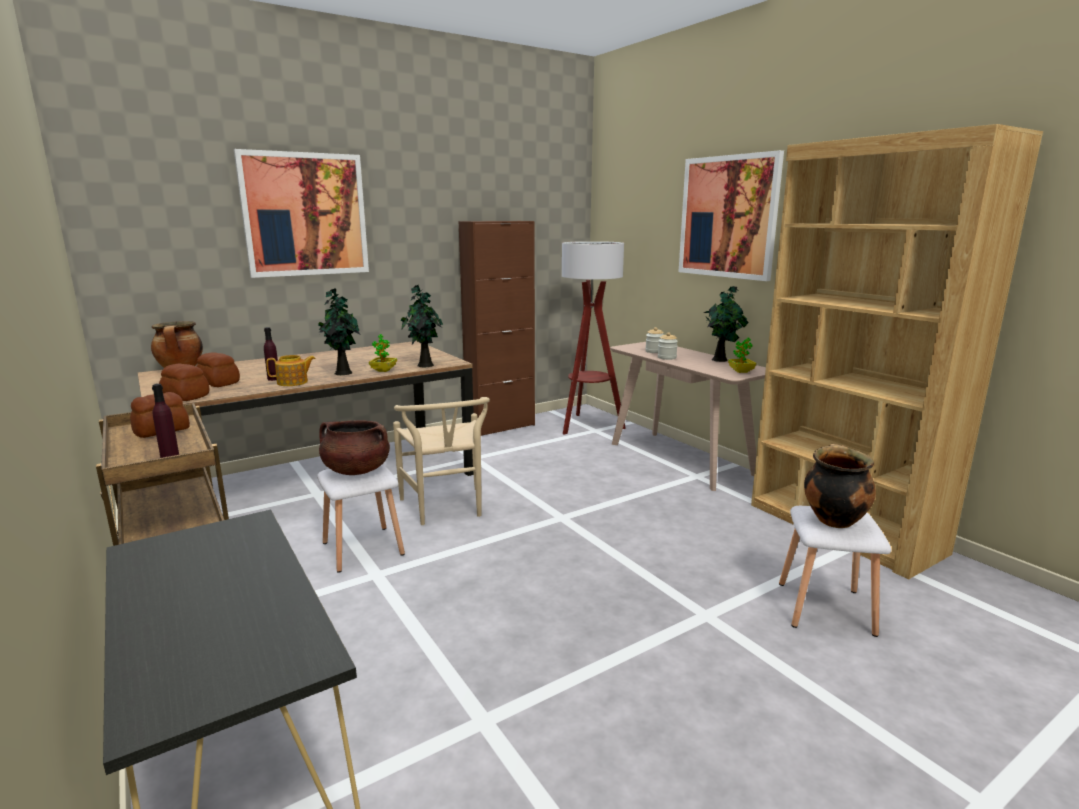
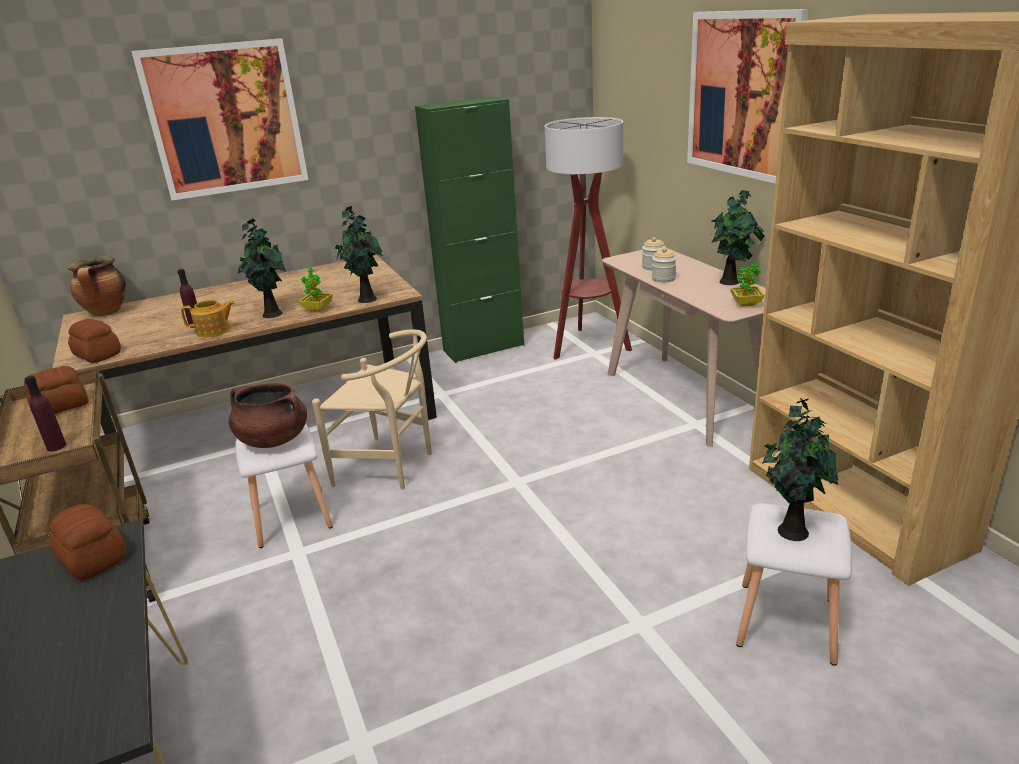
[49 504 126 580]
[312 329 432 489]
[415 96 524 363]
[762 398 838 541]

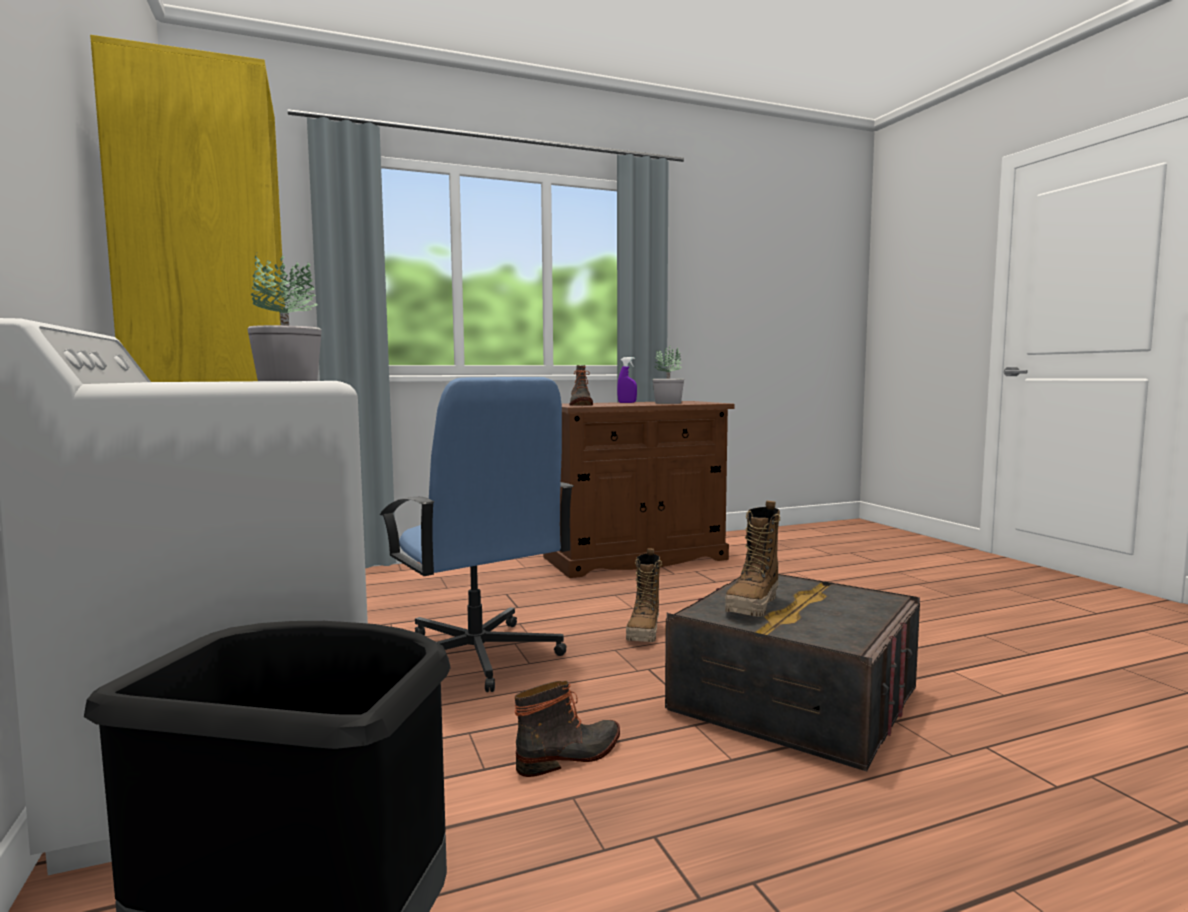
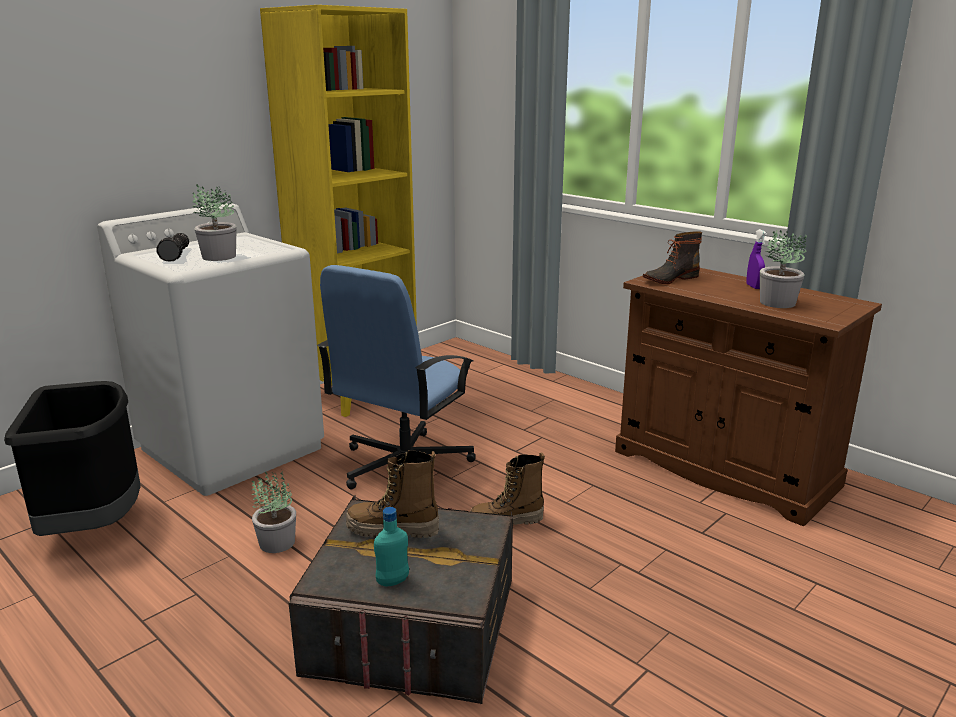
[252 469 296 553]
[156 233 189 261]
[374 507 409 586]

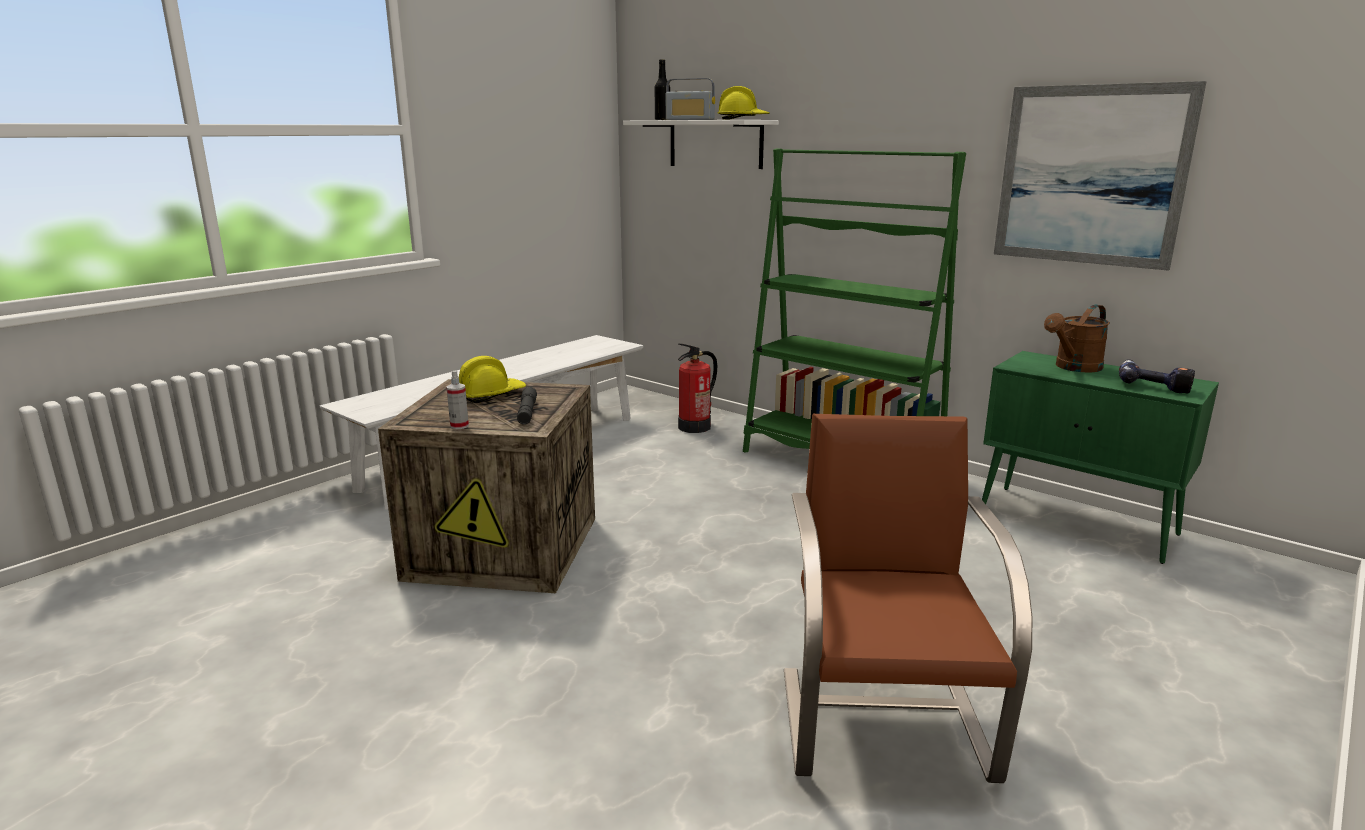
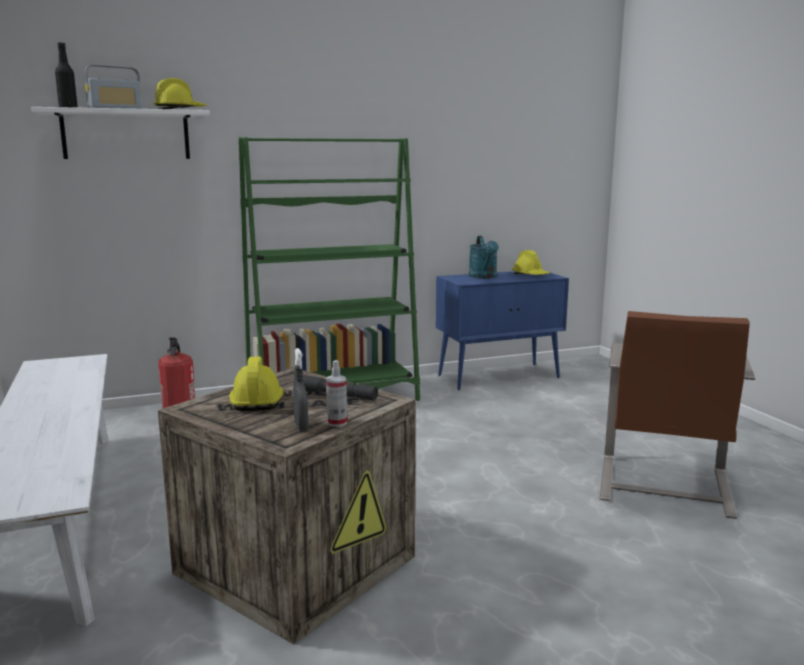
[600 311 756 519]
[436 271 569 390]
[994 81 1207 271] (first image)
[469 236 499 279]
[512 250 550 275]
[293 348 308 431]

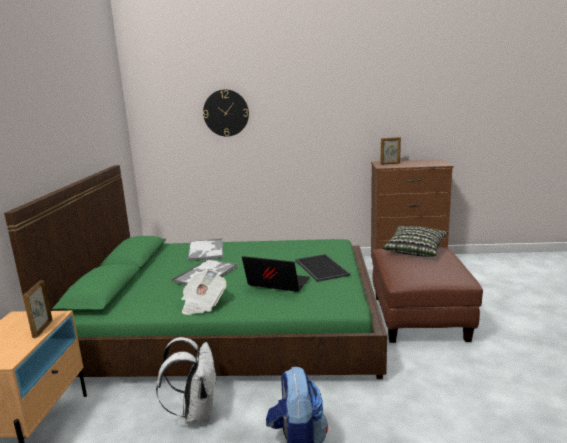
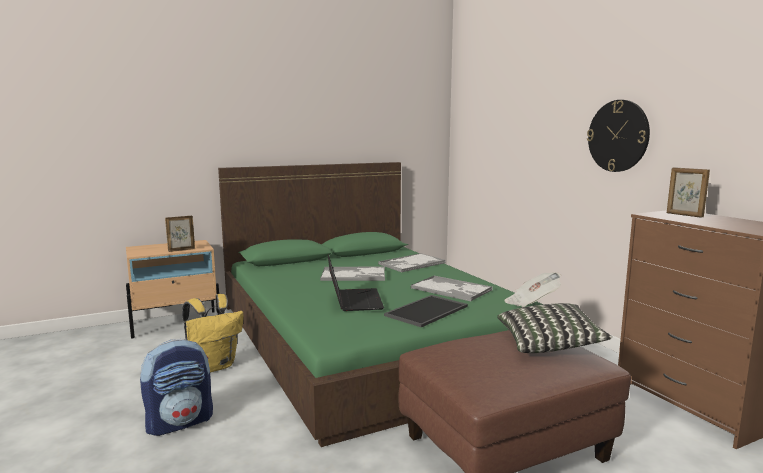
[182 294 243 373]
[504 272 562 307]
[587 100 650 172]
[411 275 493 301]

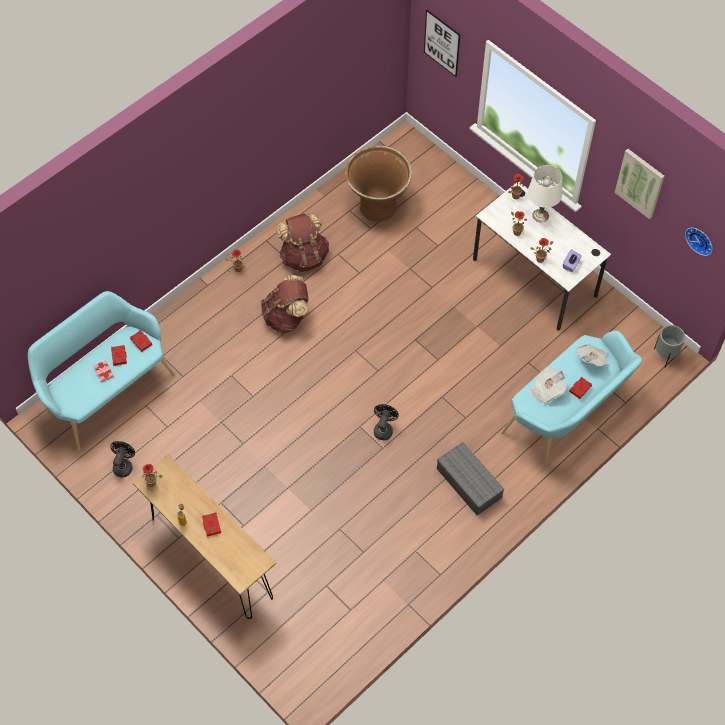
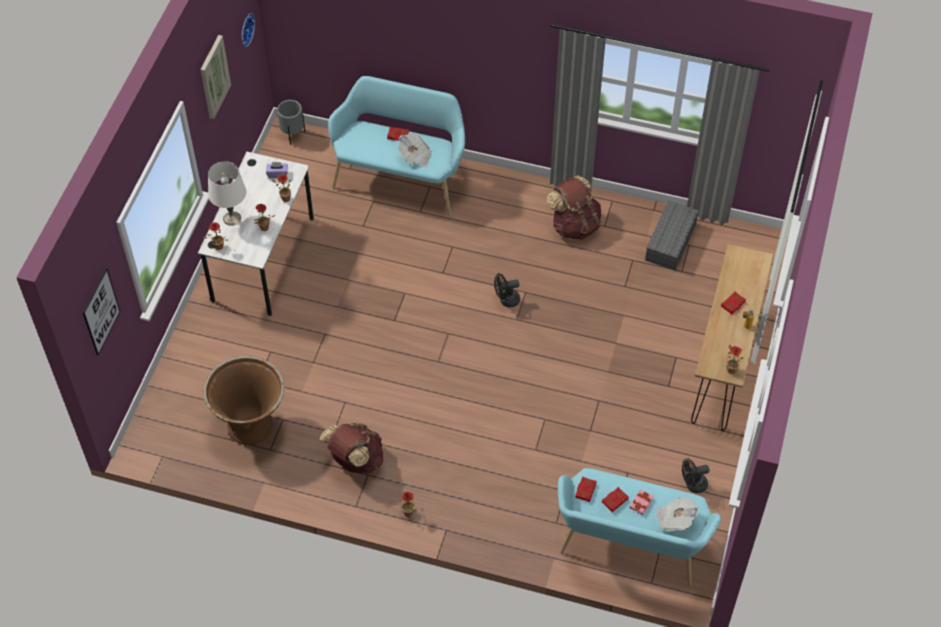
[547 175 601 240]
[645 200 699 270]
[656 497 699 531]

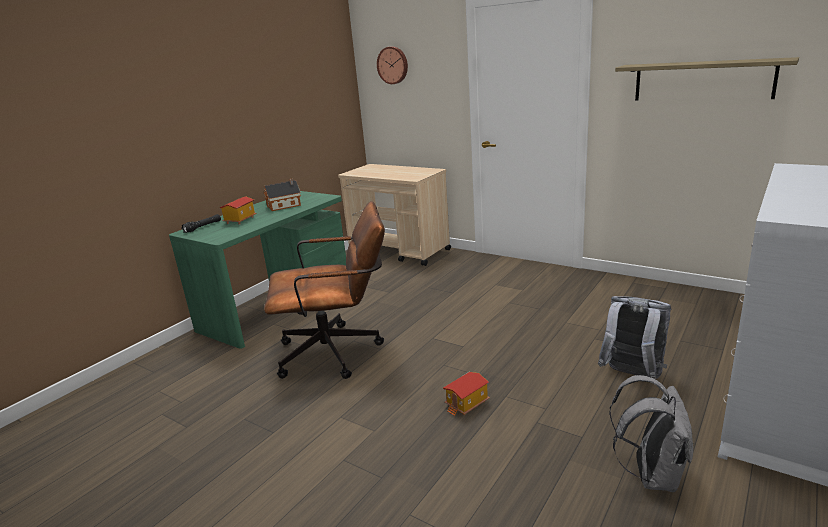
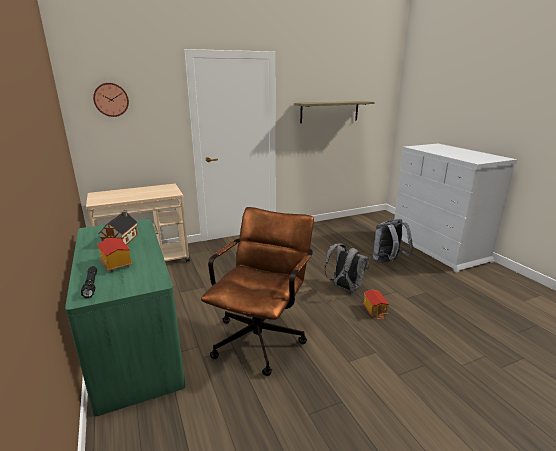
[324 243 369 291]

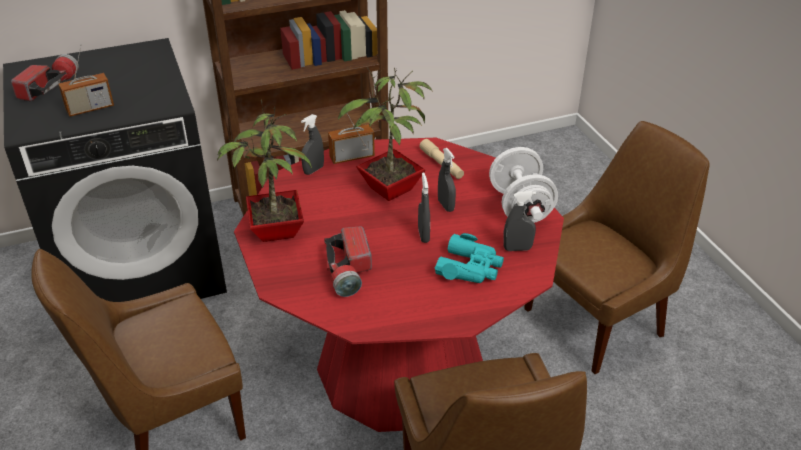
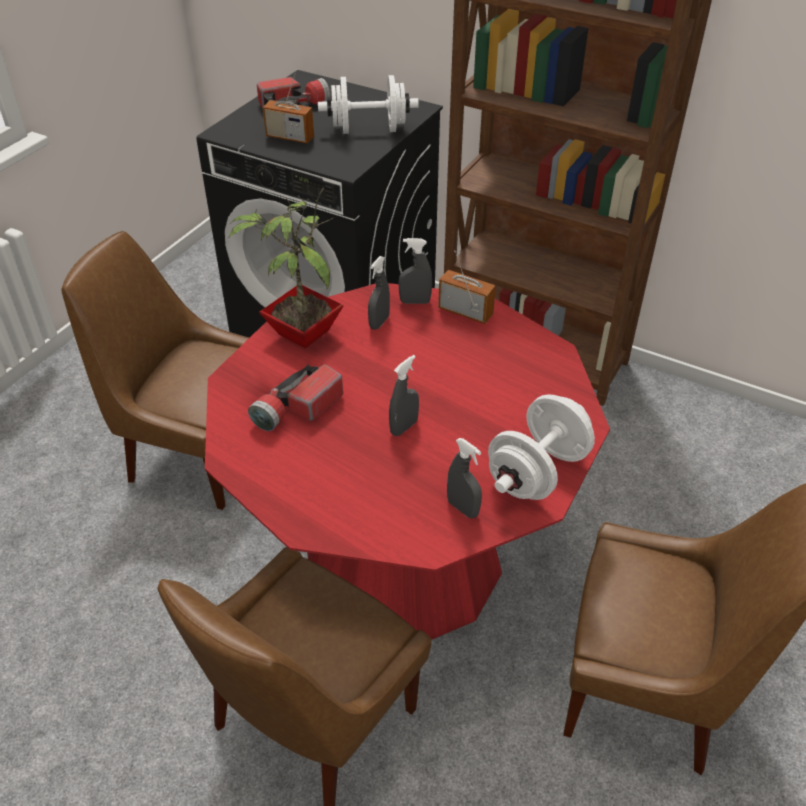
[338 67 433 201] (first image)
[420 139 464 179] (first image)
[435 233 504 283] (first image)
[368 256 390 330]
[318 75 419 134]

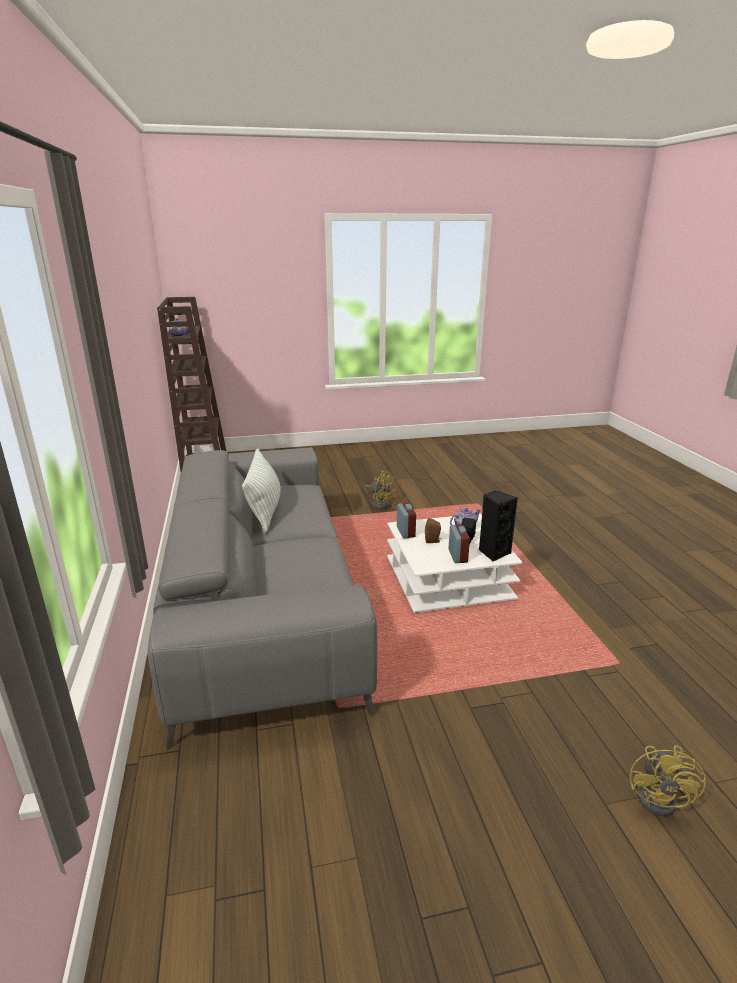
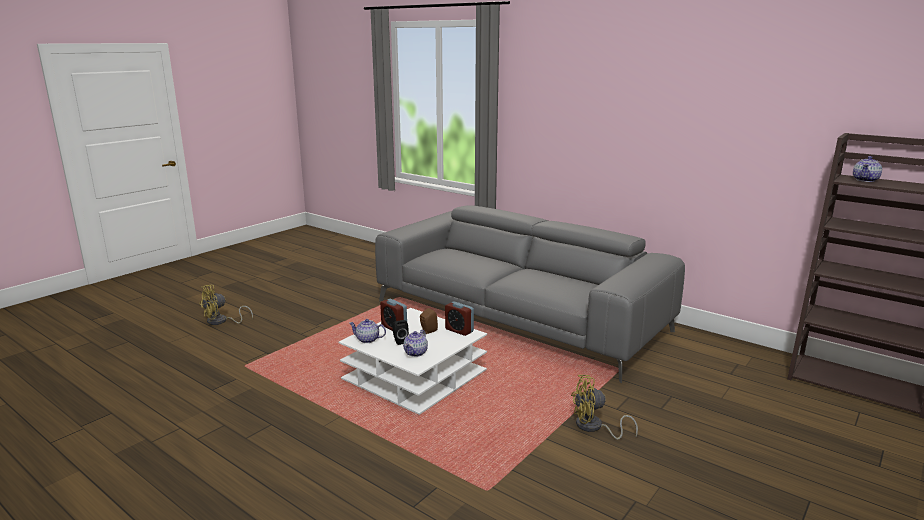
[242 448 281 533] (first image)
[349 319 386 343]
[199 285 253 325]

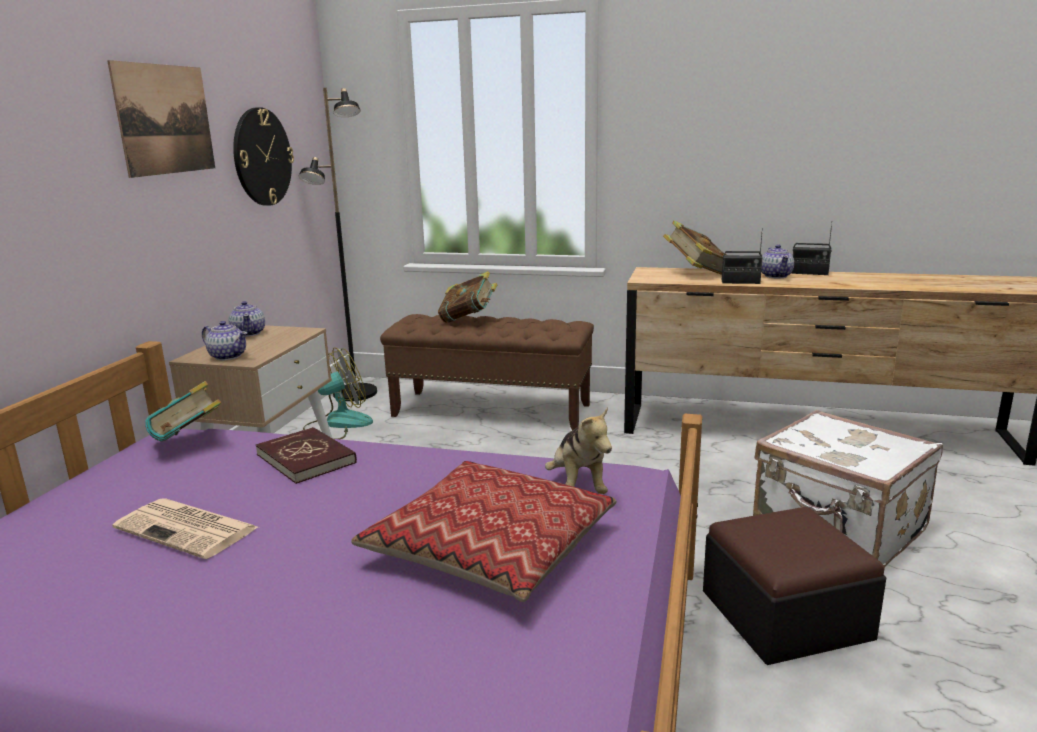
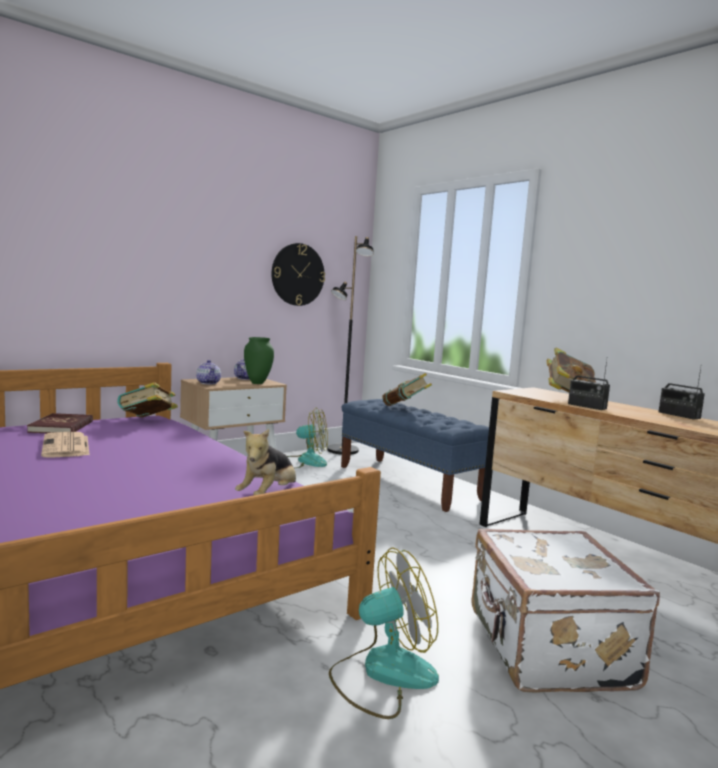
[107 60 215 178] (first image)
[27 413 93 433]
[351 461 616 602] (first image)
[341 399 489 512]
[329 547 439 719]
[761 244 794 279] (first image)
[244 337 274 384]

